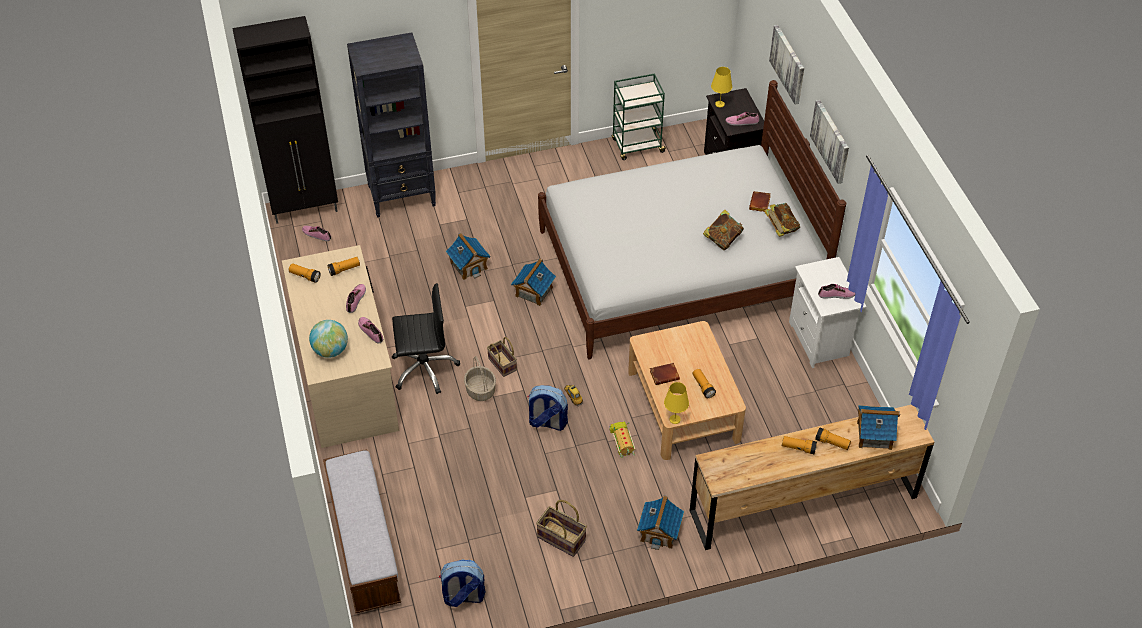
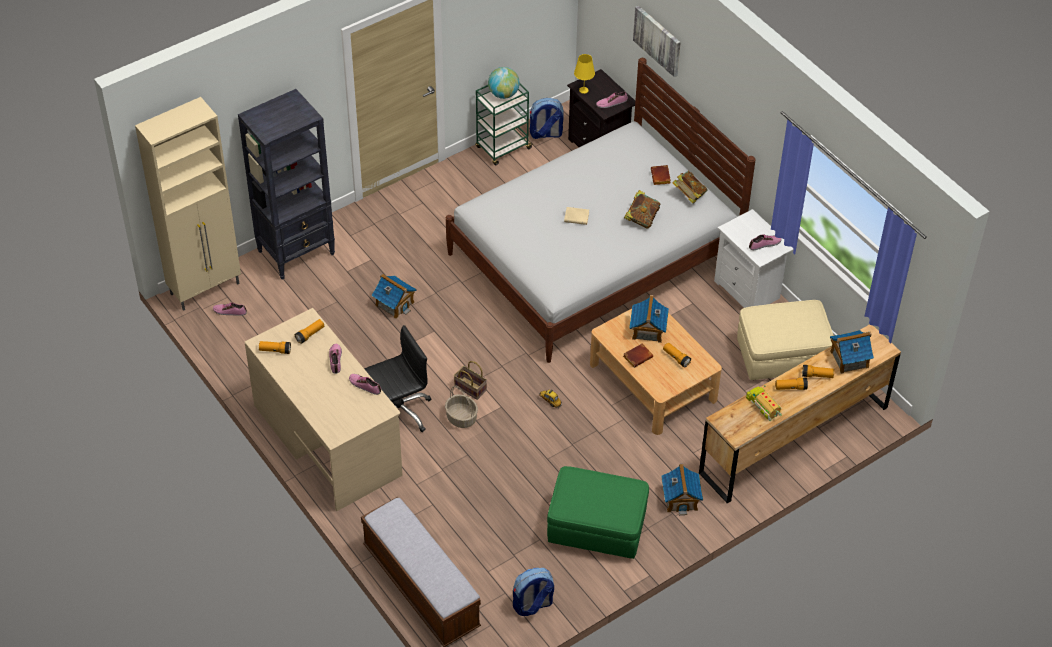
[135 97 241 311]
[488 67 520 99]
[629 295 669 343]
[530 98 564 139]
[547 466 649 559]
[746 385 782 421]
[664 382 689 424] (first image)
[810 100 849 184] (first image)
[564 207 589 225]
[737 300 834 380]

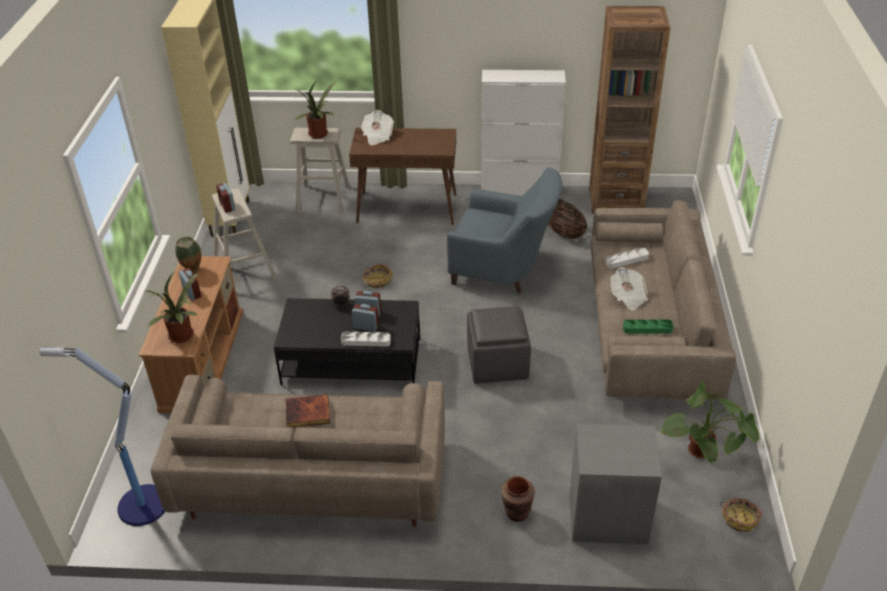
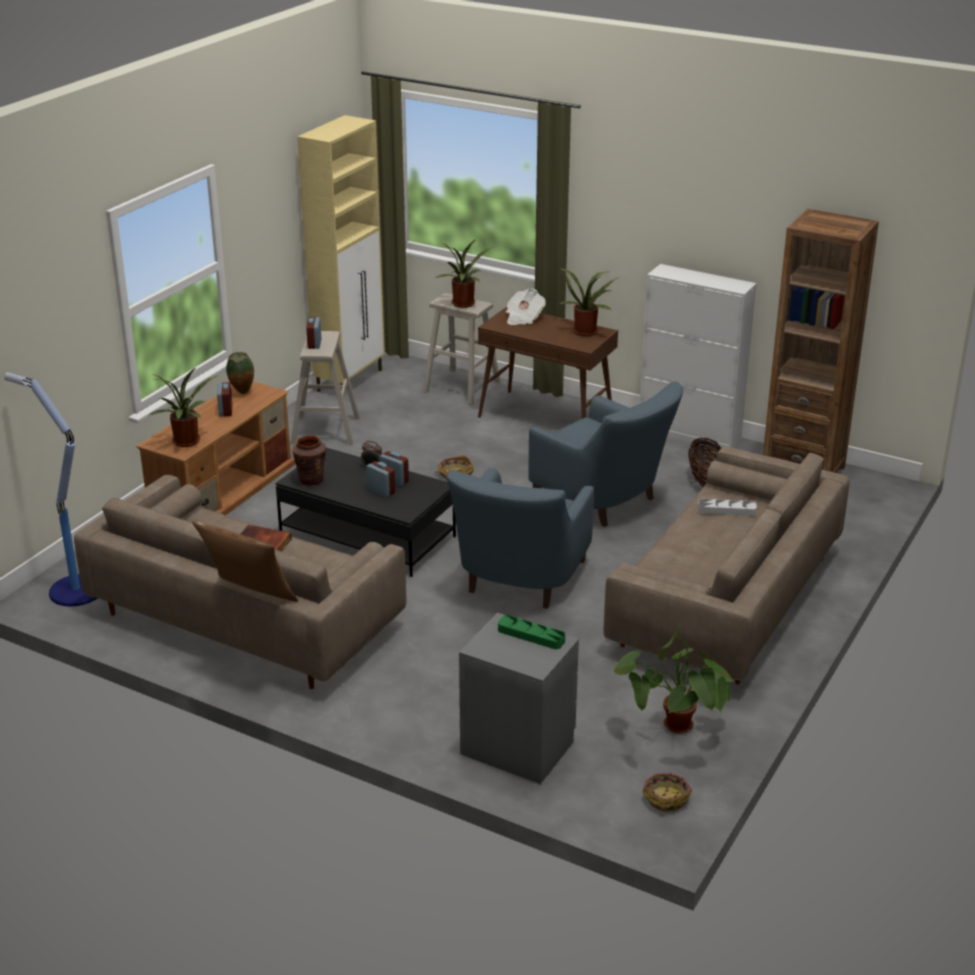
[341 332 391 347] (first image)
[446 468 594 609]
[292 436 326 485]
[610 267 648 311] (first image)
[498 615 565 649]
[192 521 298 602]
[559 268 620 336]

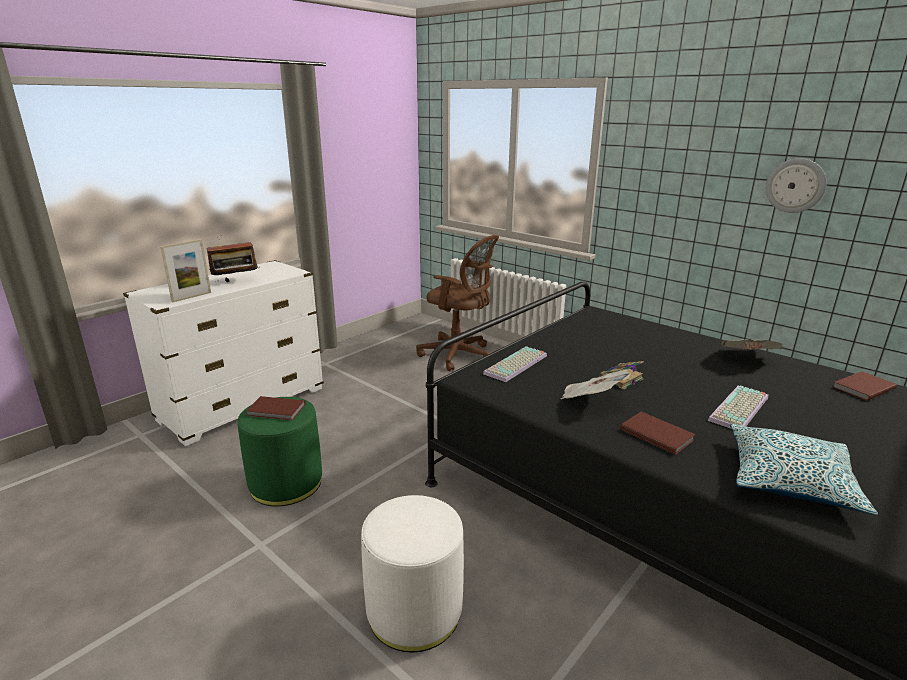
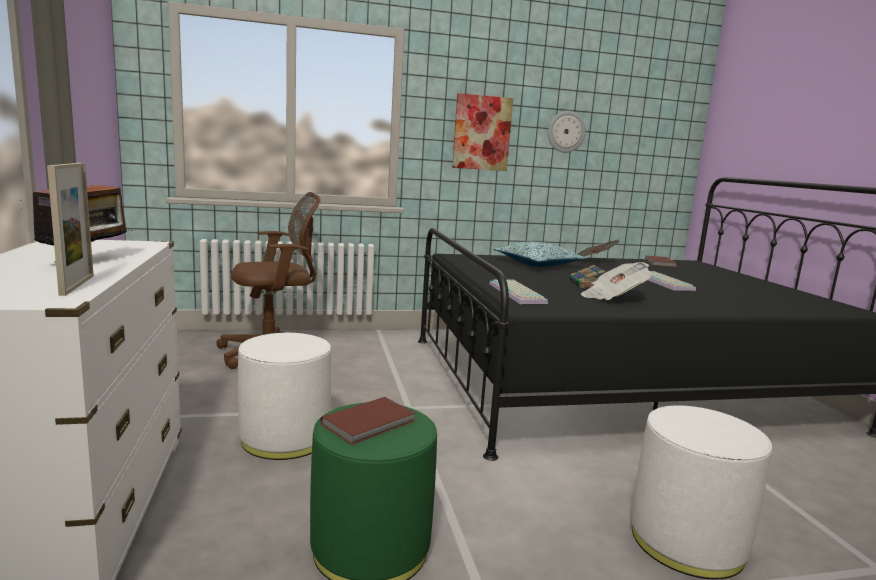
[620 411 696 455] (first image)
[494 241 587 267]
[238 333 331 460]
[452 93 513 171]

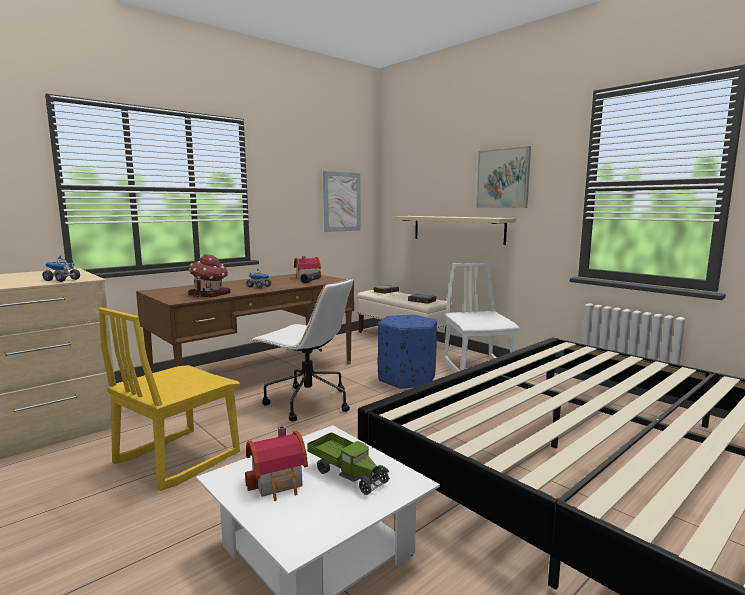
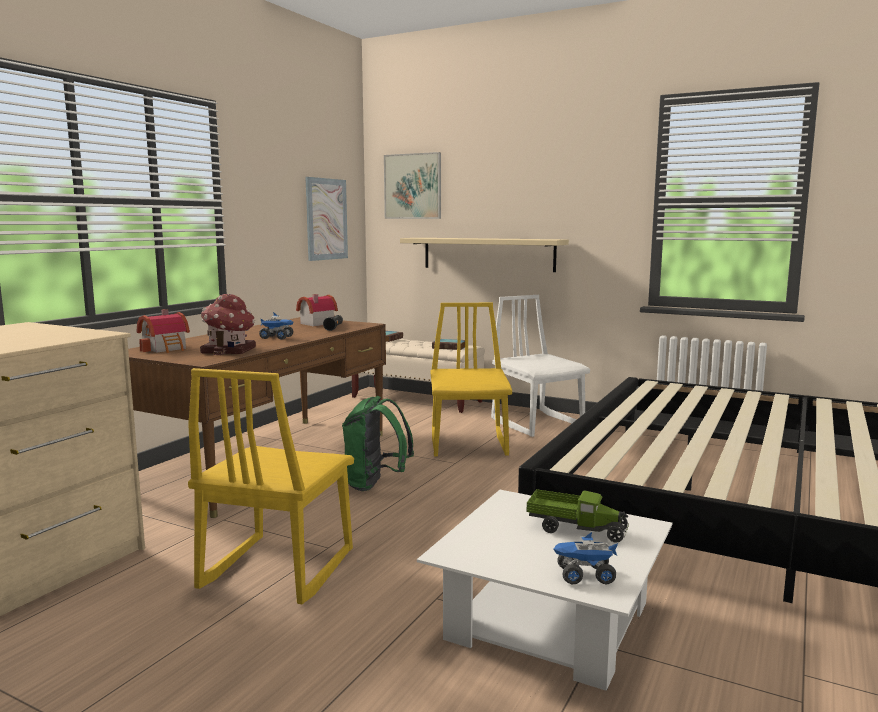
[554 532 618 584]
[137 309 190 353]
[342 396 414 491]
[430 303 512 456]
[384 152 441 219]

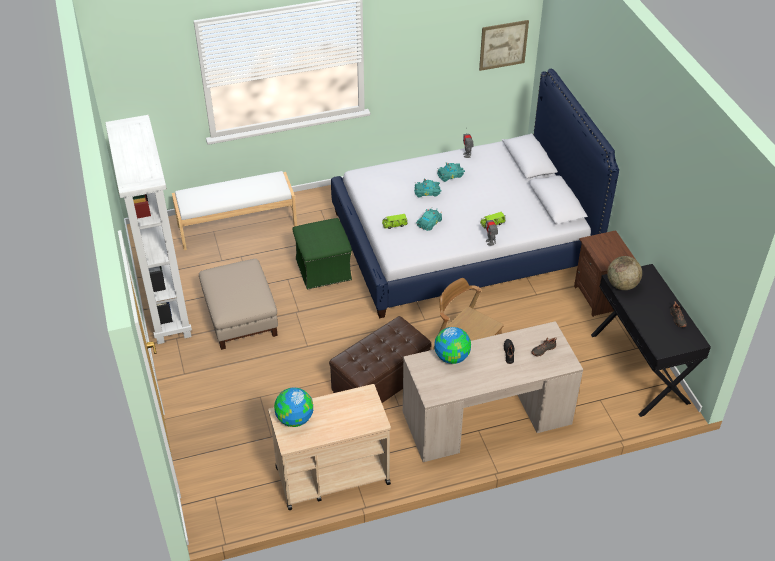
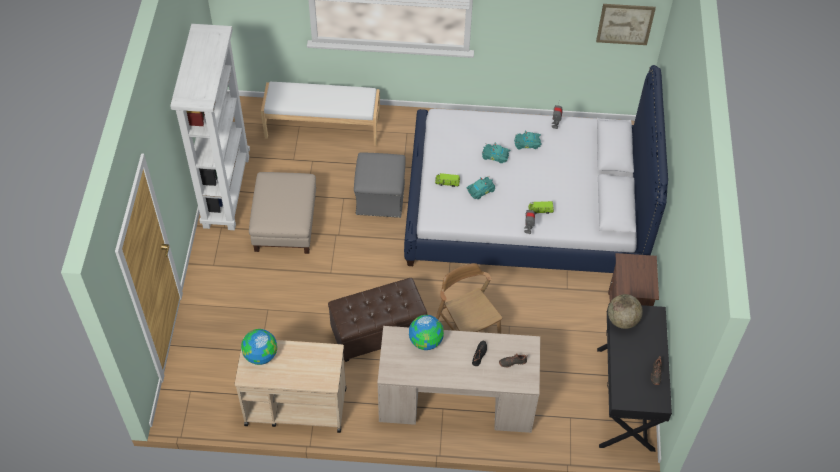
[354 152 406 218]

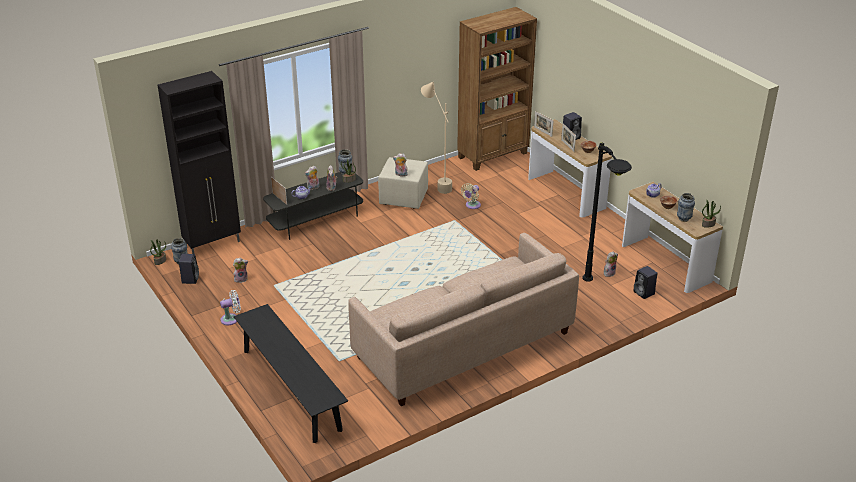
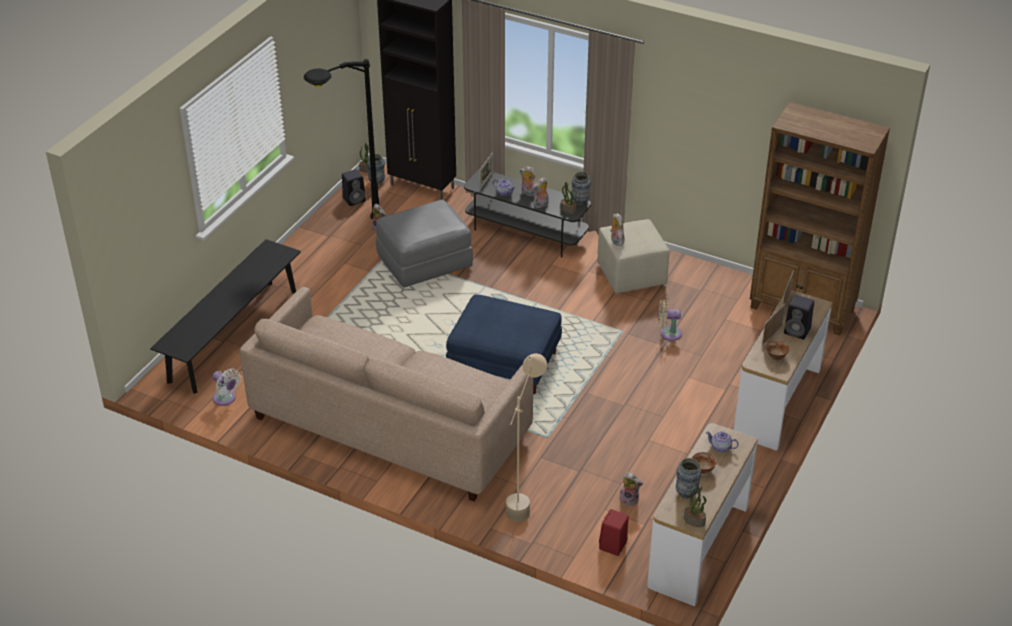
[212 368 241 406]
[506 354 547 522]
[304 59 379 219]
[599 509 629 556]
[376 200 473 288]
[446 294 562 394]

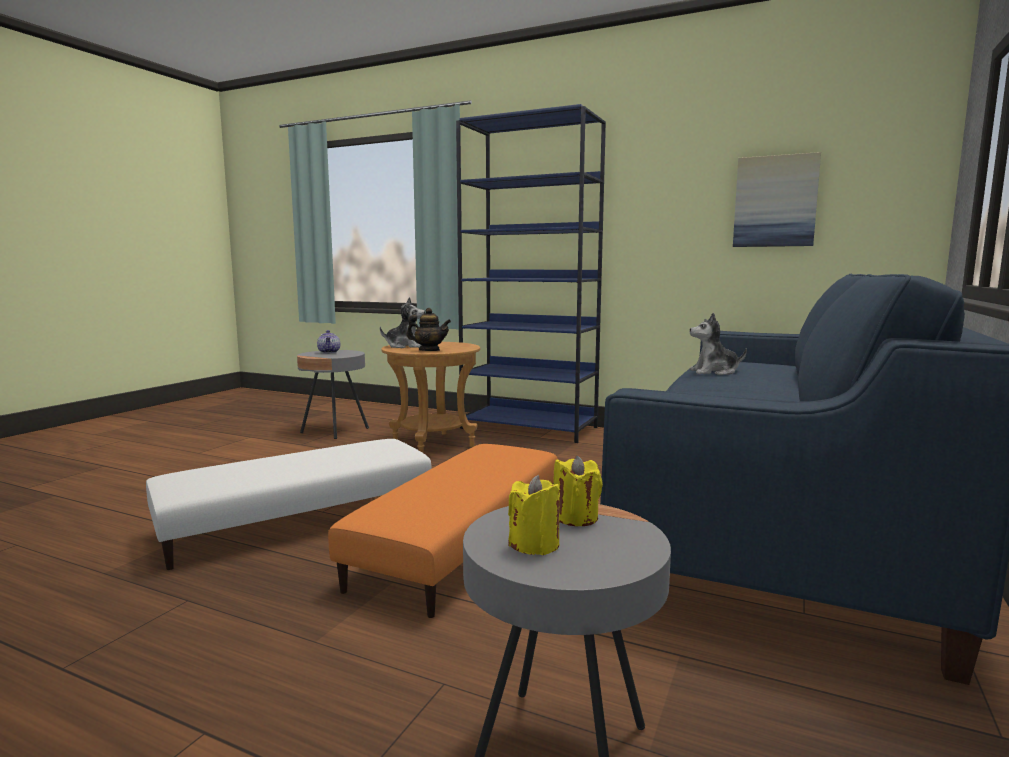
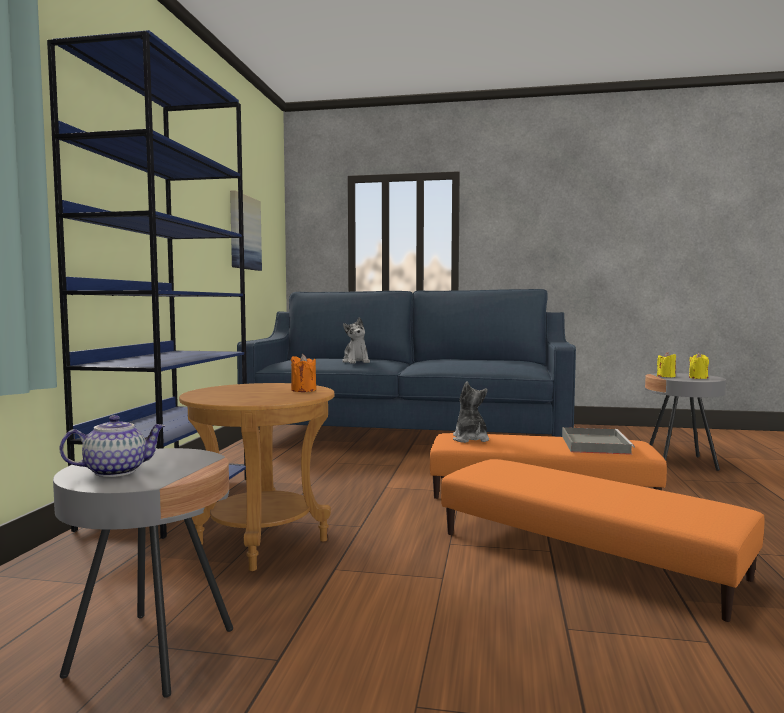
[441 459 765 622]
[453 381 489 443]
[291 354 316 392]
[562 427 635 455]

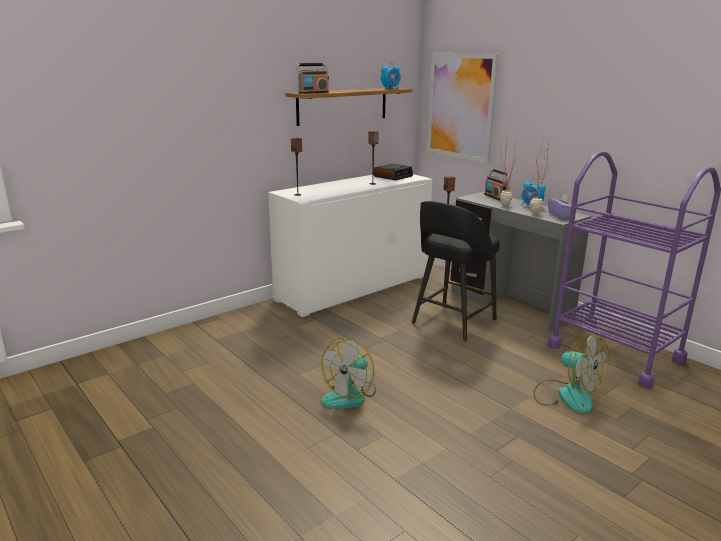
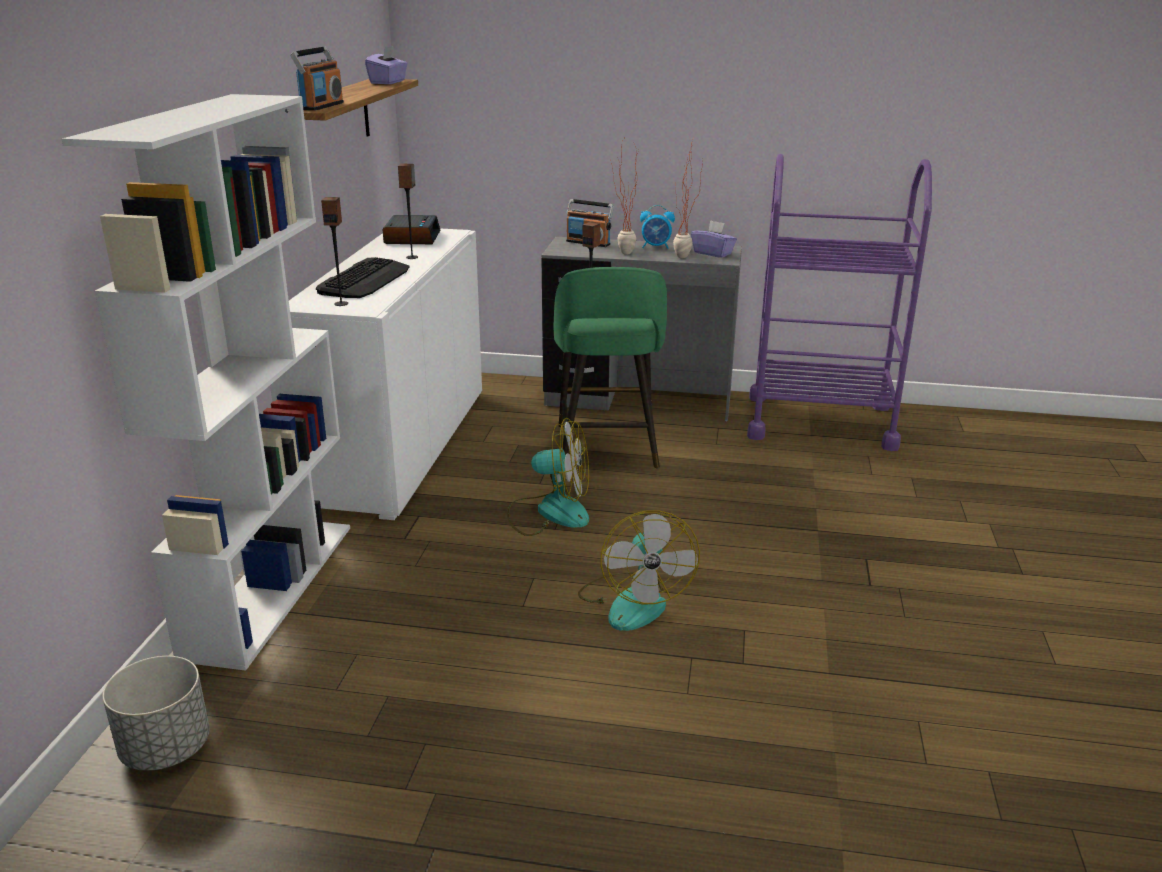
[365 46 408 84]
[554 267 667 469]
[427 53 499 163] (first image)
[507 418 589 536]
[62 94 350 671]
[102 656 210 771]
[316 257 409 298]

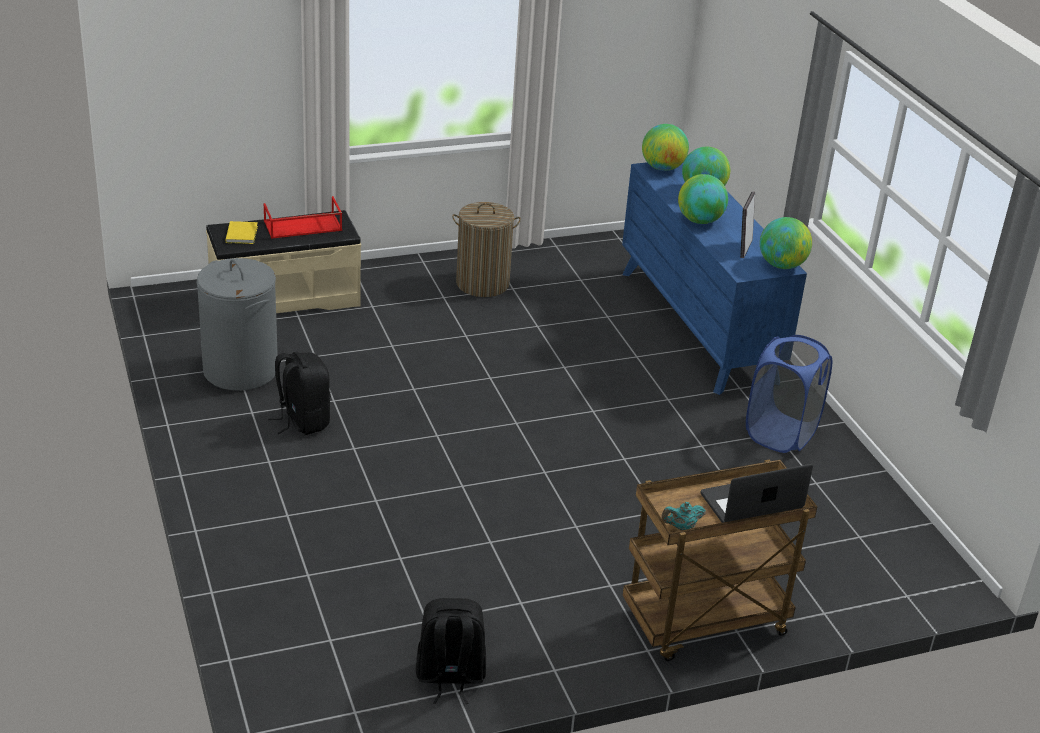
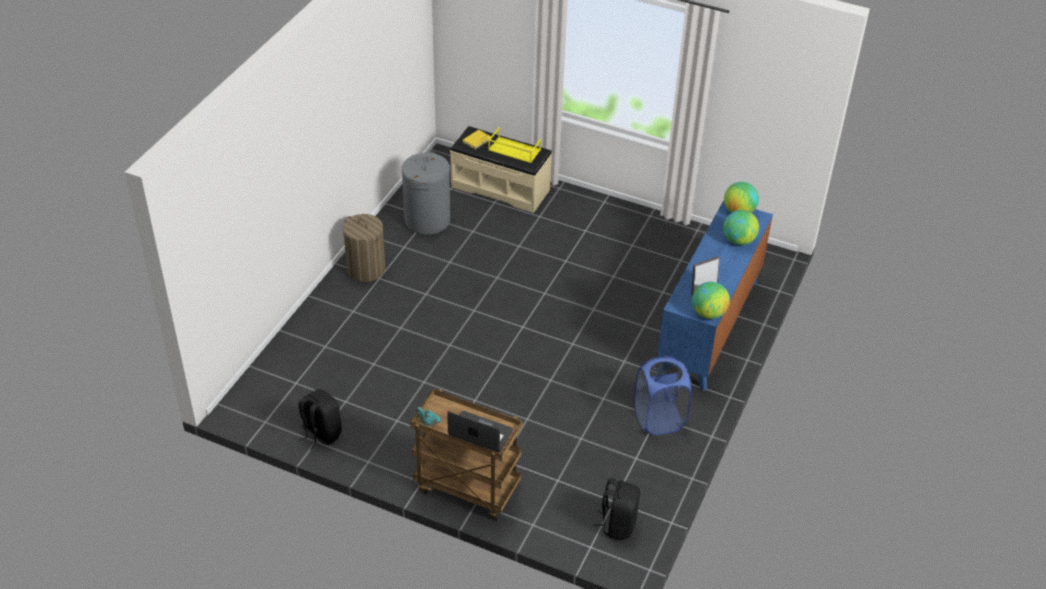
[488 127 541 163]
[593 478 640 540]
[343 214 385 282]
[678 174 728 224] (first image)

